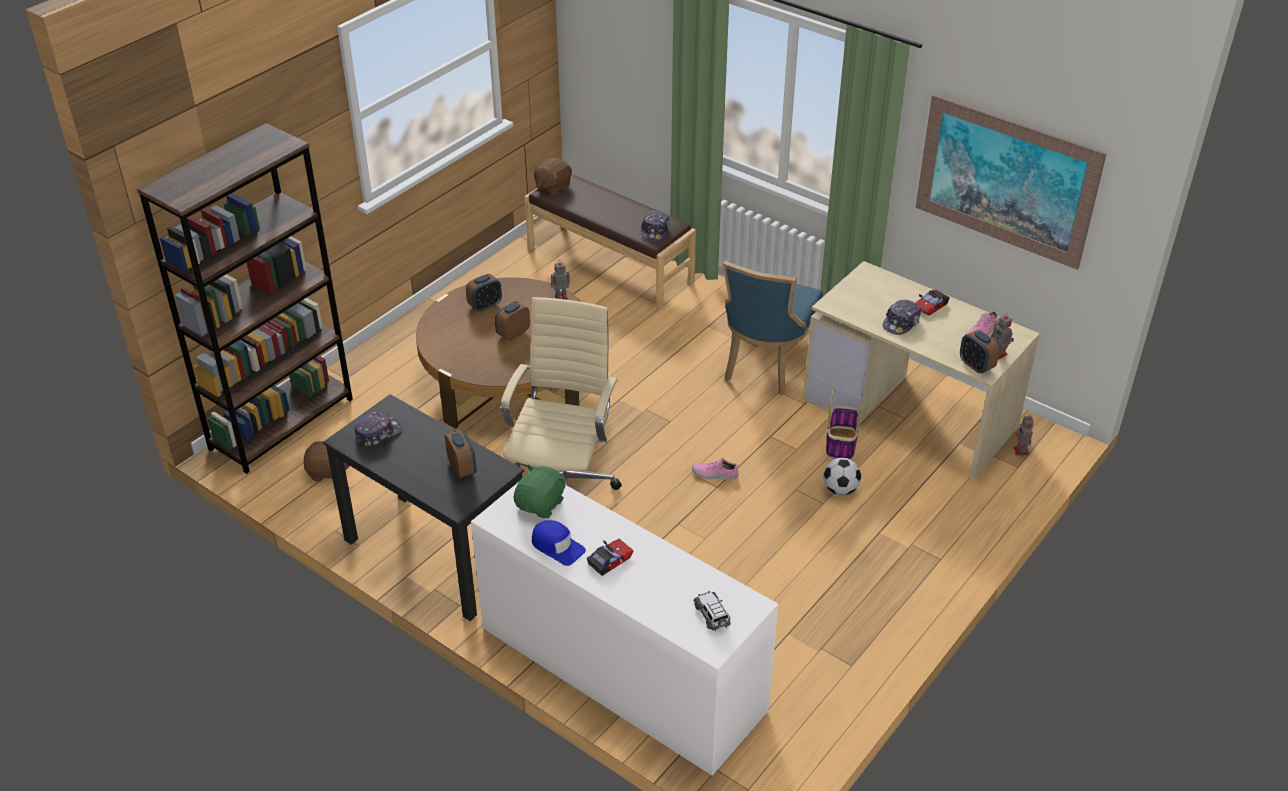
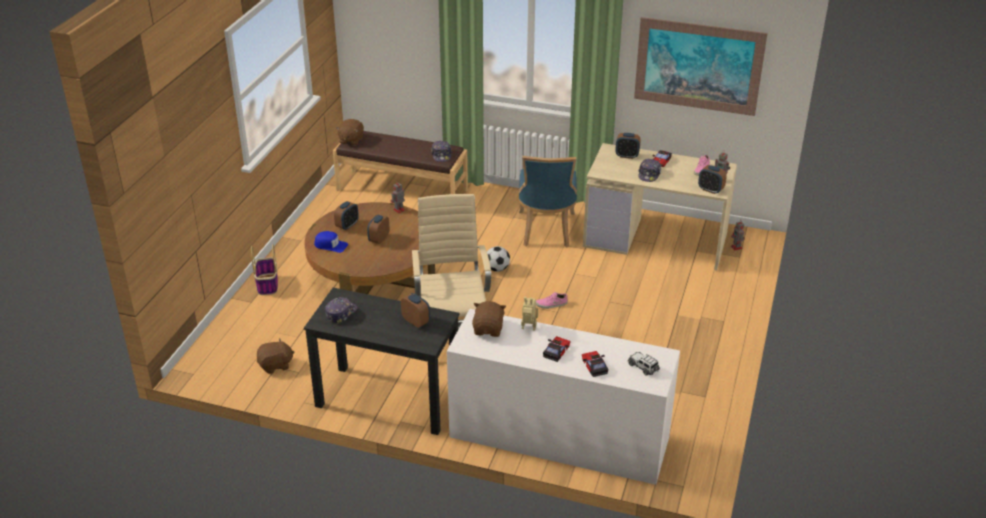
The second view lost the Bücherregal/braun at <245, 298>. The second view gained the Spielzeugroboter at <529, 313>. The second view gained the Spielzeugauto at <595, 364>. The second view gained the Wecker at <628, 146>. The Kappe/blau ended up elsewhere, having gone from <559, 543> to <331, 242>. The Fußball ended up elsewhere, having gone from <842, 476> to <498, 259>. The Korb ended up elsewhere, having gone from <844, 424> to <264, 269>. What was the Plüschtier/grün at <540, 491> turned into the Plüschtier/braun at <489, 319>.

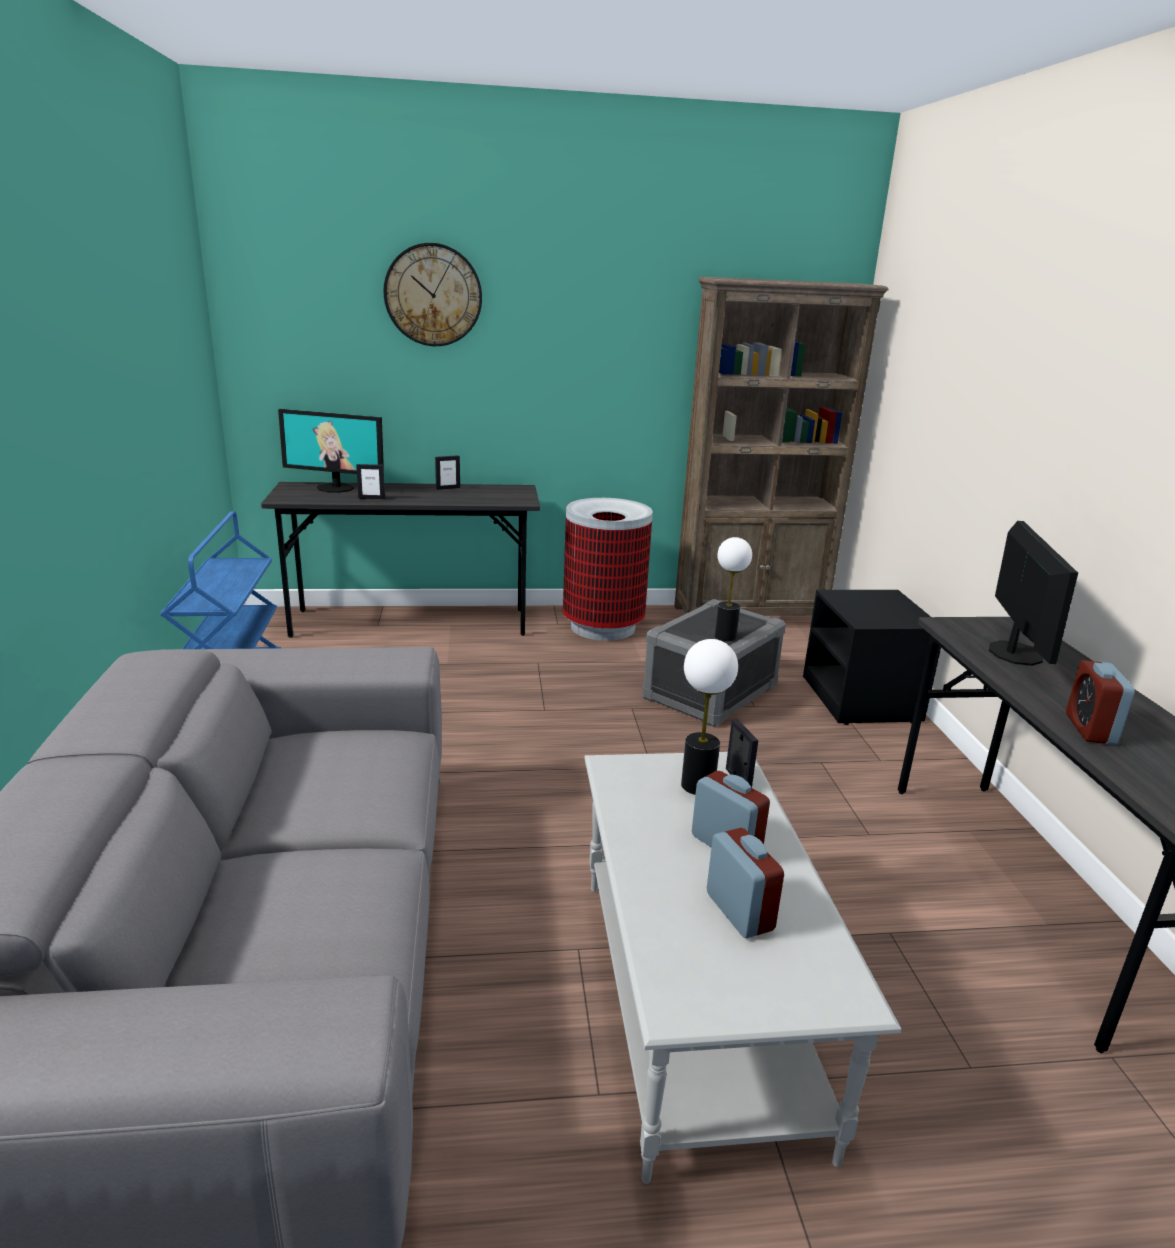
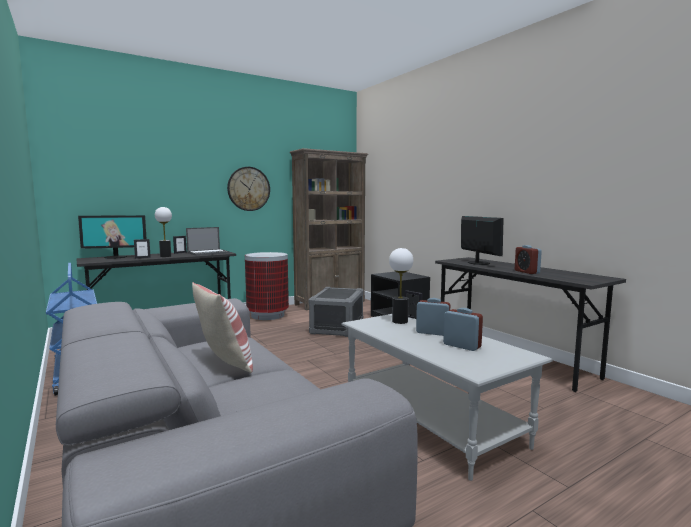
The second view gained the Laptop at <208, 241>. The second view gained the Kissen at <222, 327>. The Wanduhr ended up elsewhere, having gone from <432, 294> to <248, 189>. The Tischlampe ended up elsewhere, having gone from <733, 589> to <163, 232>.

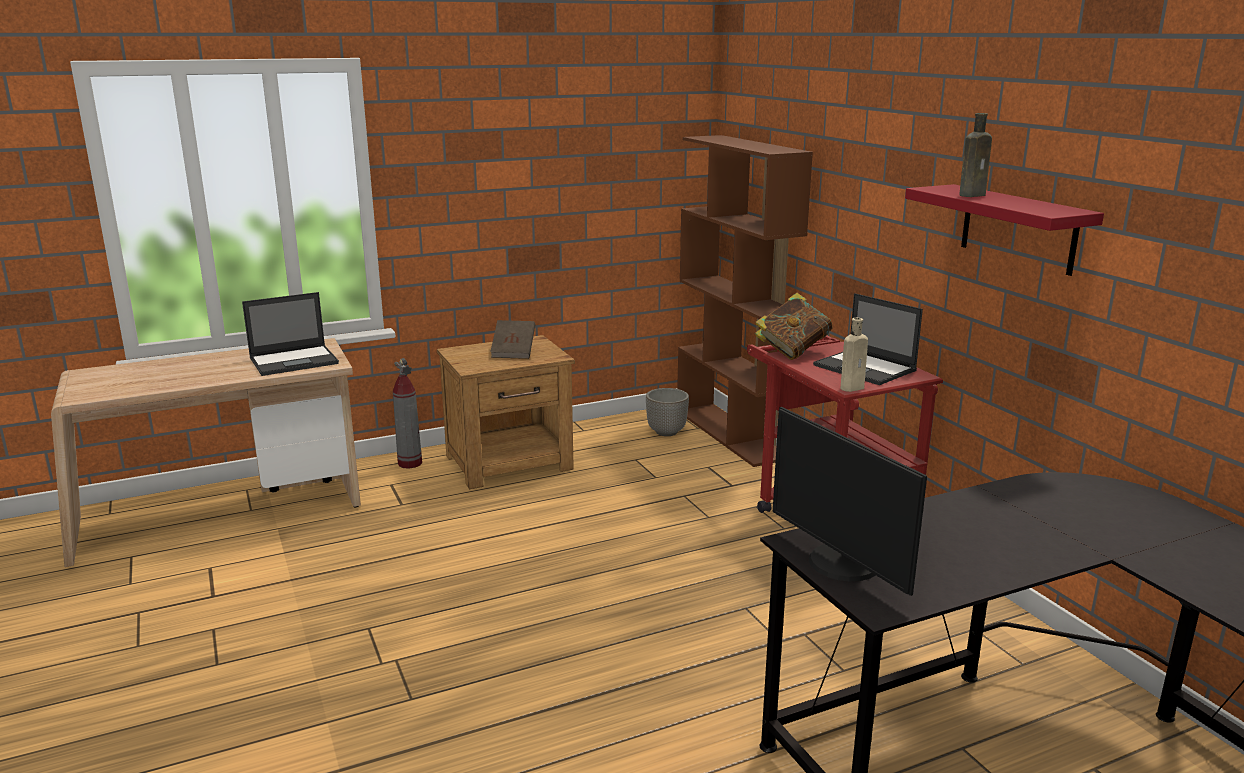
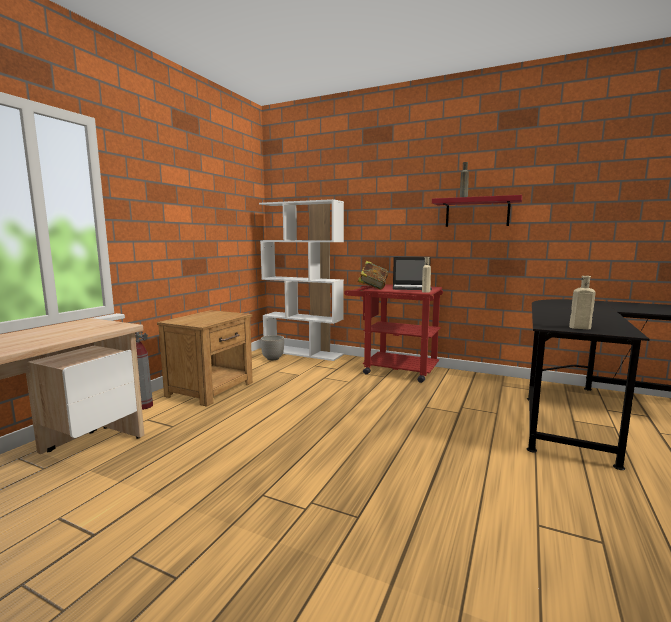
The second view lost the Laptop at <290, 334>. The second view lost the Buch/braun at <512, 339>. Where the Monitor stood at <850, 501>, the Flasche/beige came to stand at <582, 302>. What was the Bücherregal/braun at <745, 301> turned into the Bücherregal/weiß at <301, 280>.

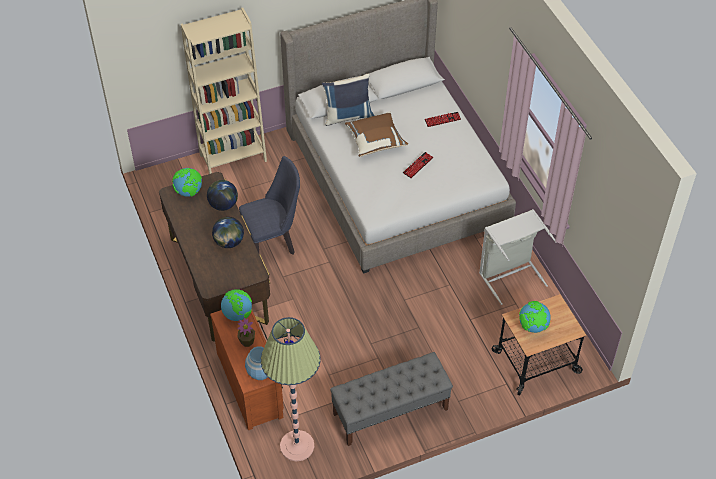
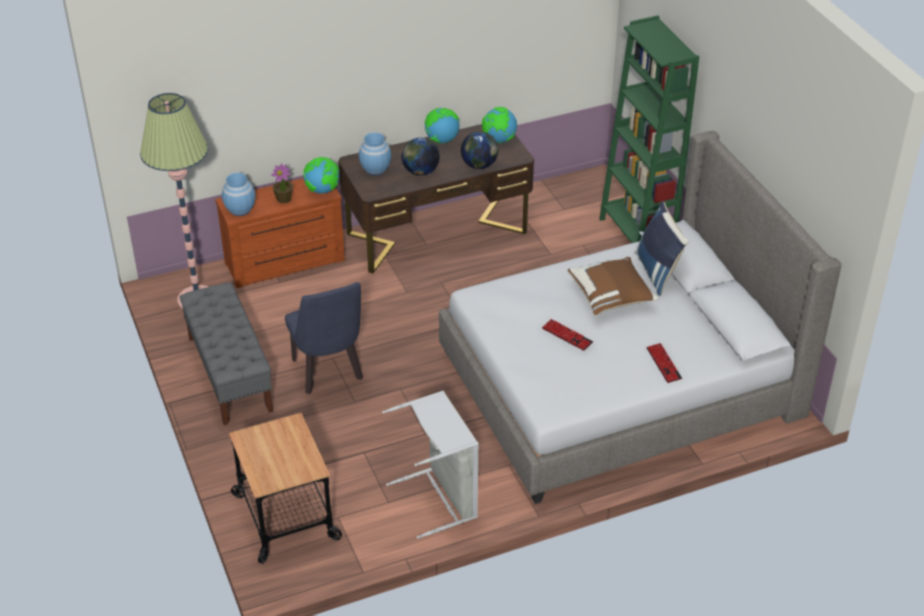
The second view gained the Vase/blau at <375, 154>. The Stuhl/blau ended up elsewhere, having gone from <269, 205> to <324, 338>. The Globus ended up elsewhere, having gone from <535, 317> to <441, 126>. What was the Bücherregal/beige at <224, 91> turned into the Bücherregal/grün at <649, 129>.

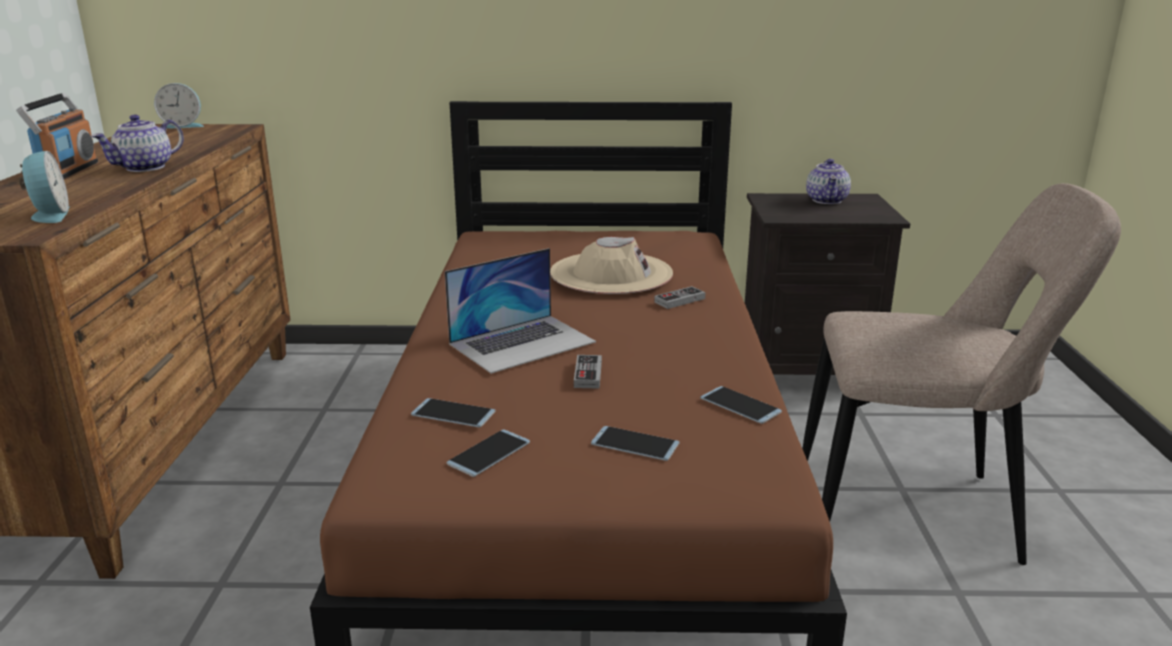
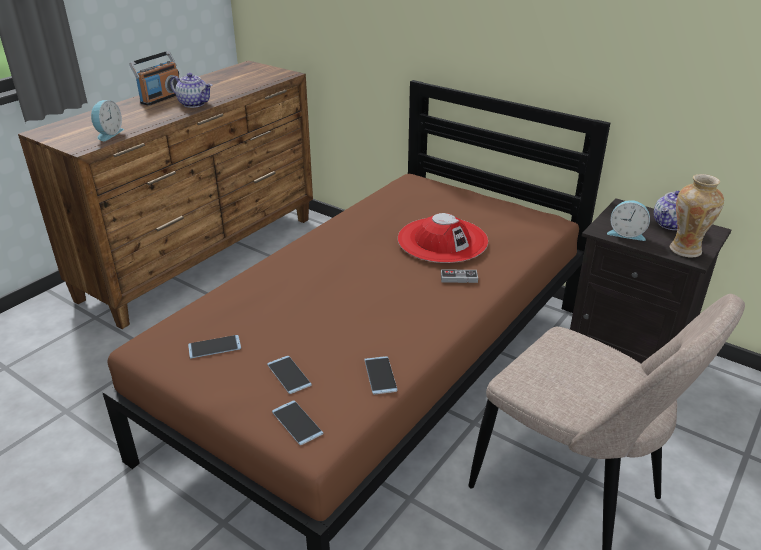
The second view lost the Laptop at <520, 311>. The second view lost the Gamepad at <588, 372>. The second view gained the Vase at <697, 215>. The Wecker ended up elsewhere, having gone from <179, 106> to <628, 220>. The Handy ended up elsewhere, having gone from <453, 412> to <298, 423>. What was the Hut/beige at <611, 265> turned into the Hut/rot at <443, 238>. The Teekanne at <137, 143> ended up facing another way, 135 degrees counterclockwise from before.

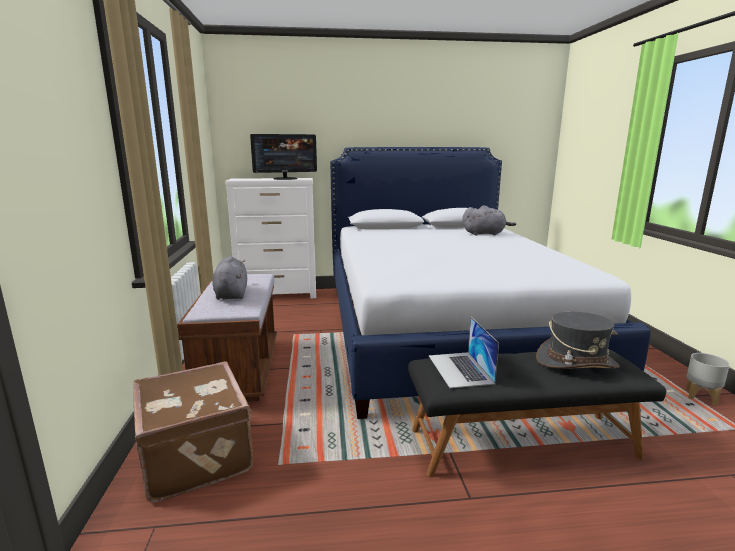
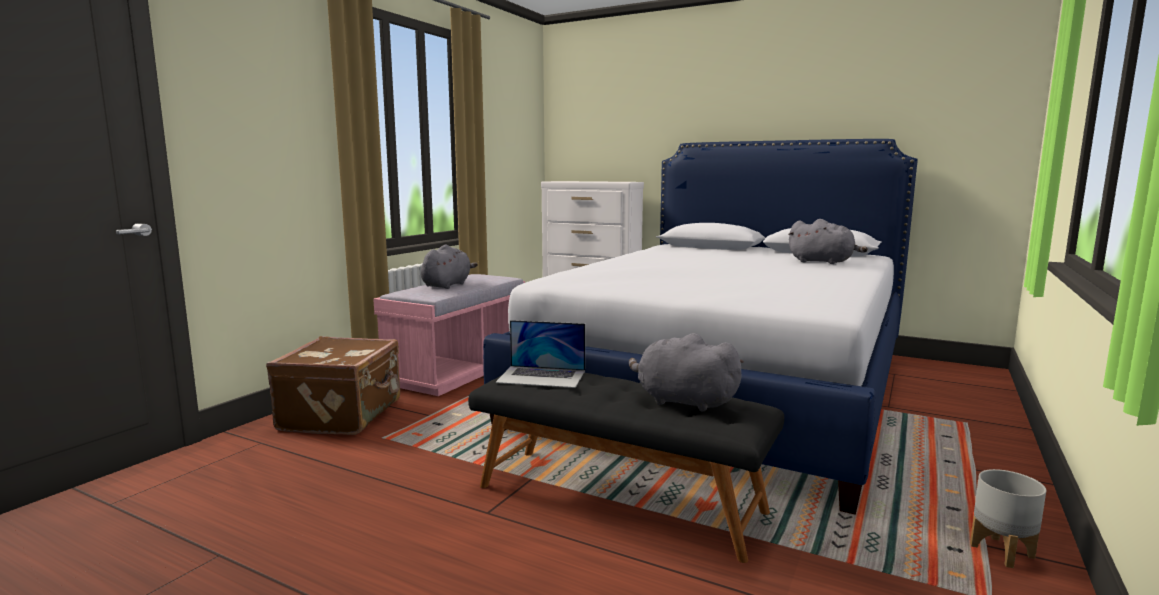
The second view lost the Monitor at <283, 157>. Where the Hut/grau stood at <578, 340>, the Plüschtier/grau came to stand at <686, 372>. What was the Bank/braun at <227, 338> turned into the Bank/rosa at <449, 335>. The Laptop at <464, 352> ended up facing another way, 105 degrees counterclockwise from before.

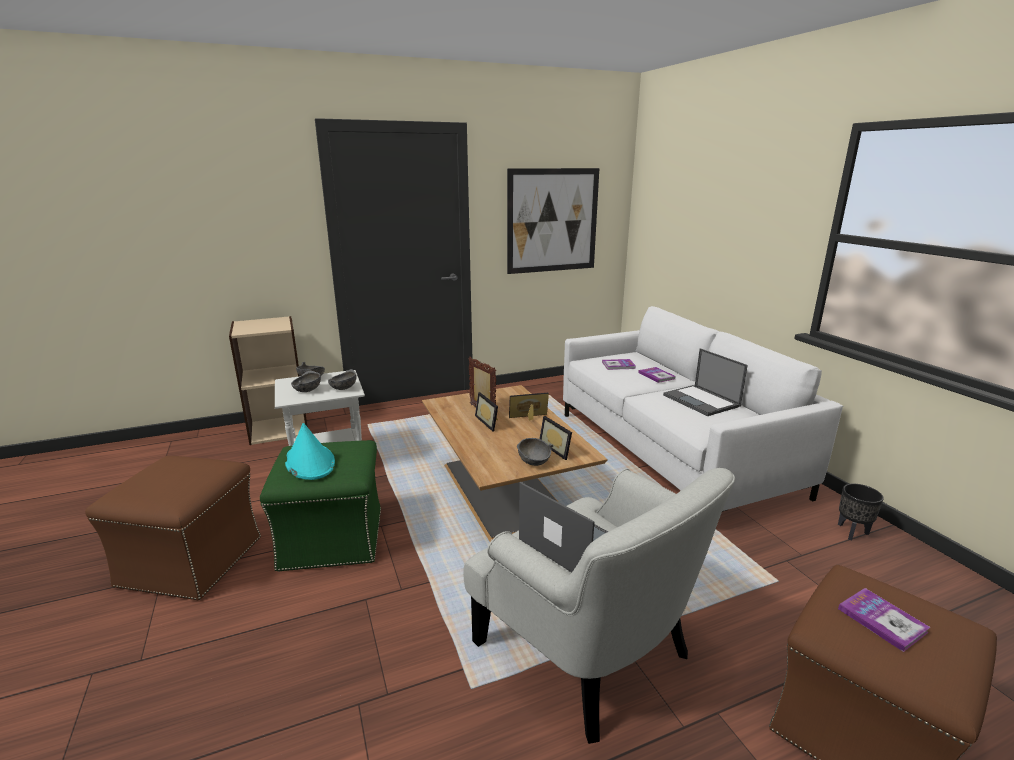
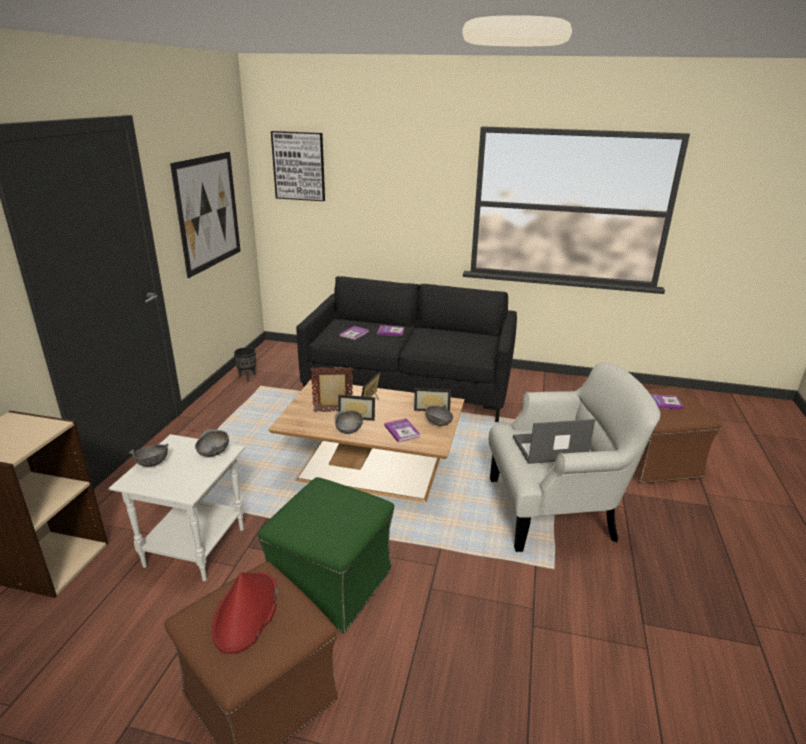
The second view lost the Hut/türkis at <310, 451>. The second view lost the Laptop at <705, 382>. The second view gained the Hut/rot at <245, 613>. The second view gained the Bild at <298, 166>. The second view gained the Buch at <402, 430>. The Schüssel/grau ended up elsewhere, having gone from <306, 381> to <349, 422>. The Pflanzkübel/schwarz ended up elsewhere, having gone from <861, 512> to <245, 364>. What was the Sofa/weiß at <703, 409> turned into the Sofa/schwarz at <406, 349>.

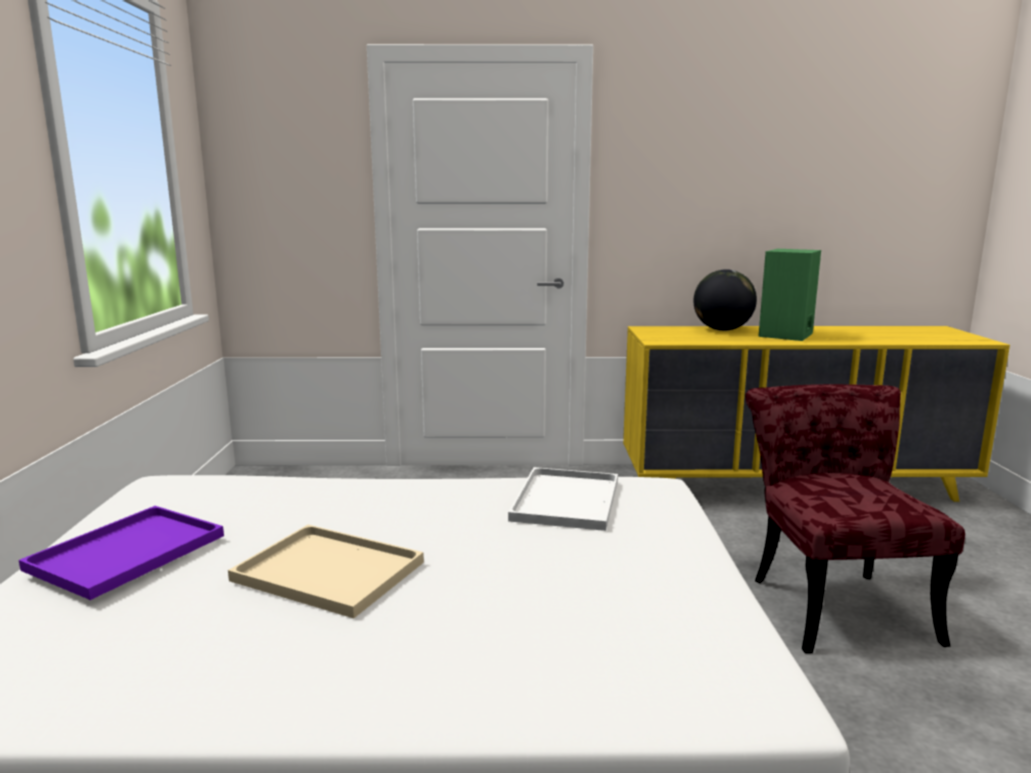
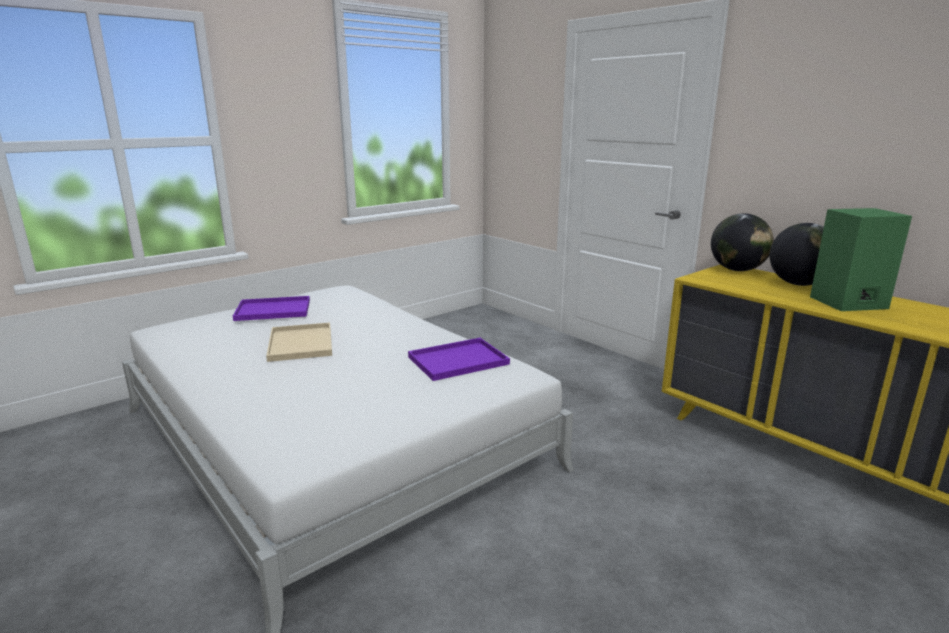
The second view lost the Stuhl/rot at <855, 518>. The second view gained the Globus at <742, 242>. What was the Tablett/weiß at <563, 499> turned into the Tablett/lila at <459, 359>.

